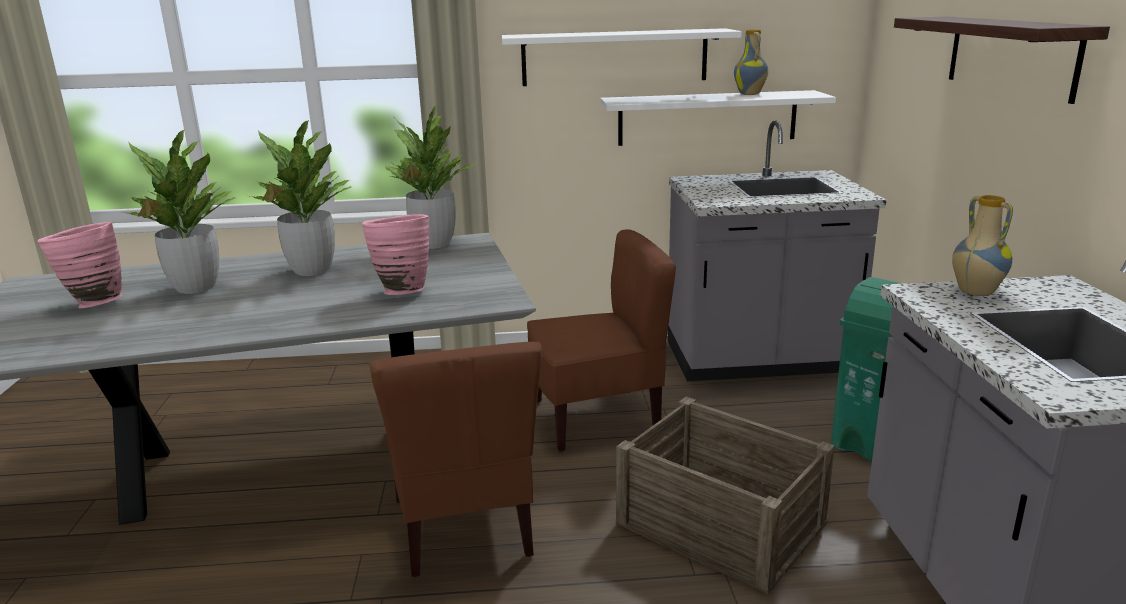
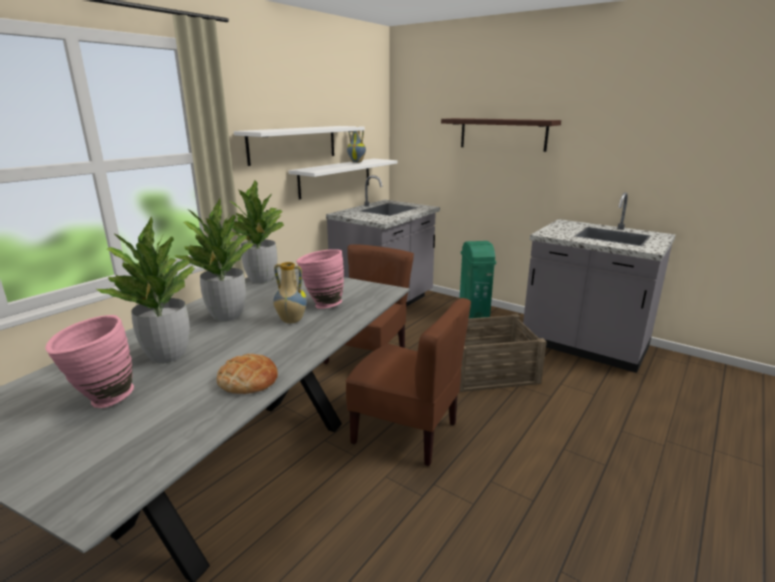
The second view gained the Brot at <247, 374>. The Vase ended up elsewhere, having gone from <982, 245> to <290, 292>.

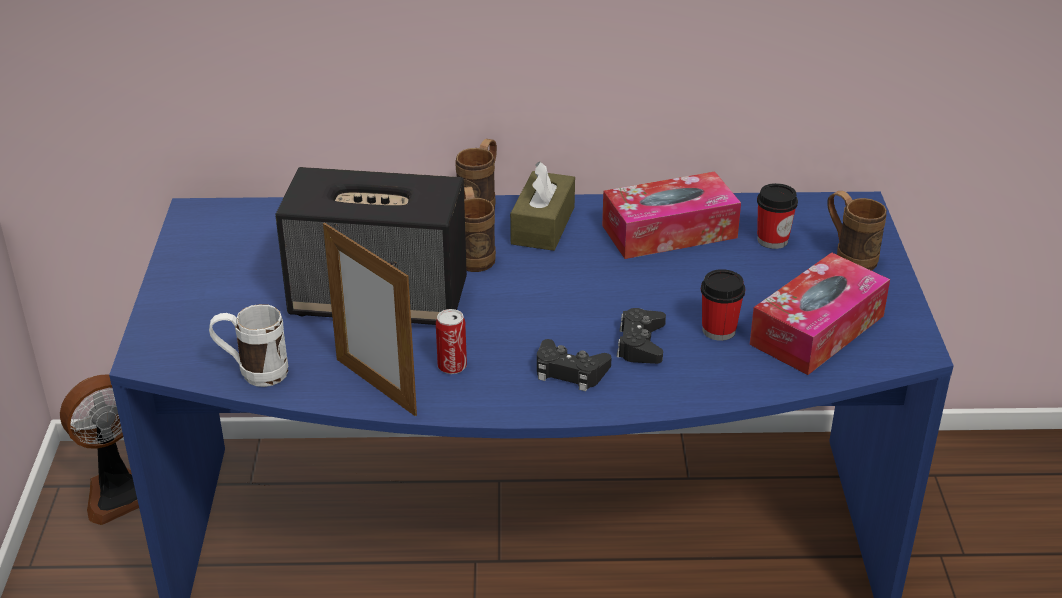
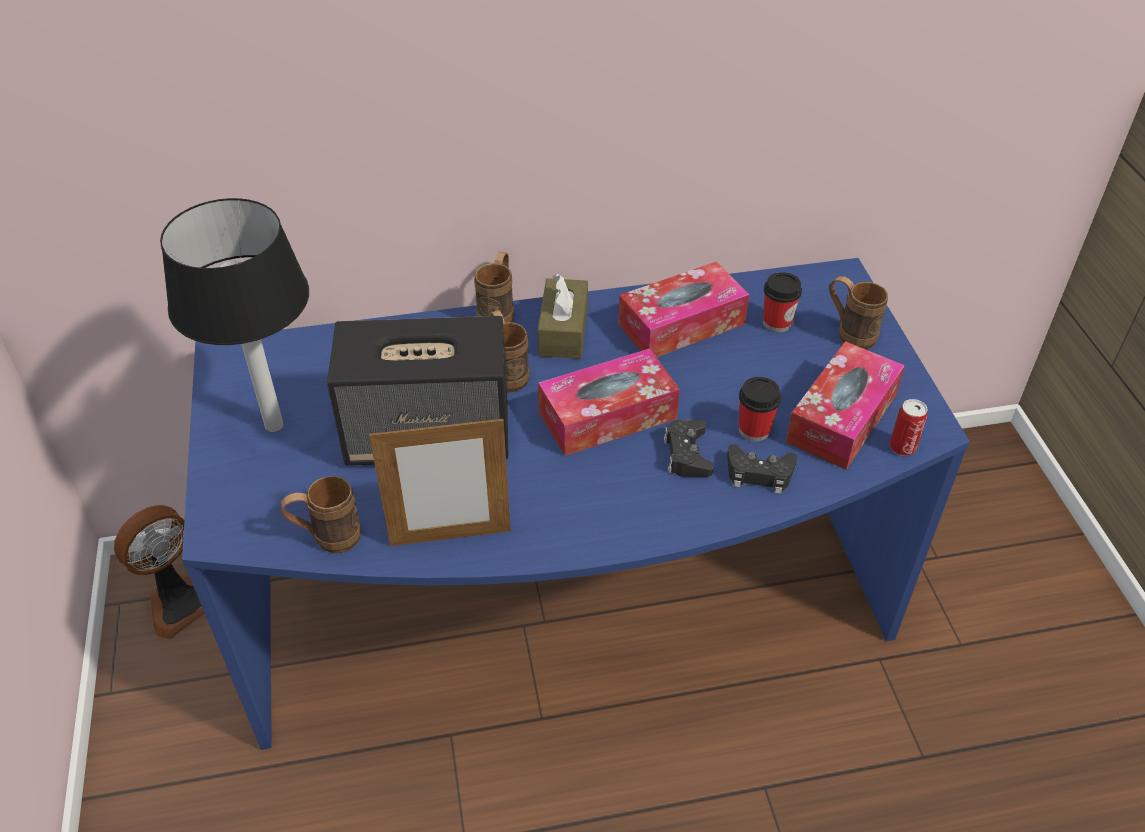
The second view gained the Tischlampe at <234, 315>. The second view gained the Taschentuchbox at <609, 402>. The Dose ended up elsewhere, having gone from <451, 341> to <909, 427>. The Gamepad/schwarz ended up elsewhere, having gone from <574, 365> to <762, 469>. What was the Henkelbecher/weiß at <248, 345> turned into the Henkelbecher/braun at <320, 514>. The Bilderrahmen at <370, 319> ended up facing another way, 45 degrees counterclockwise from before.

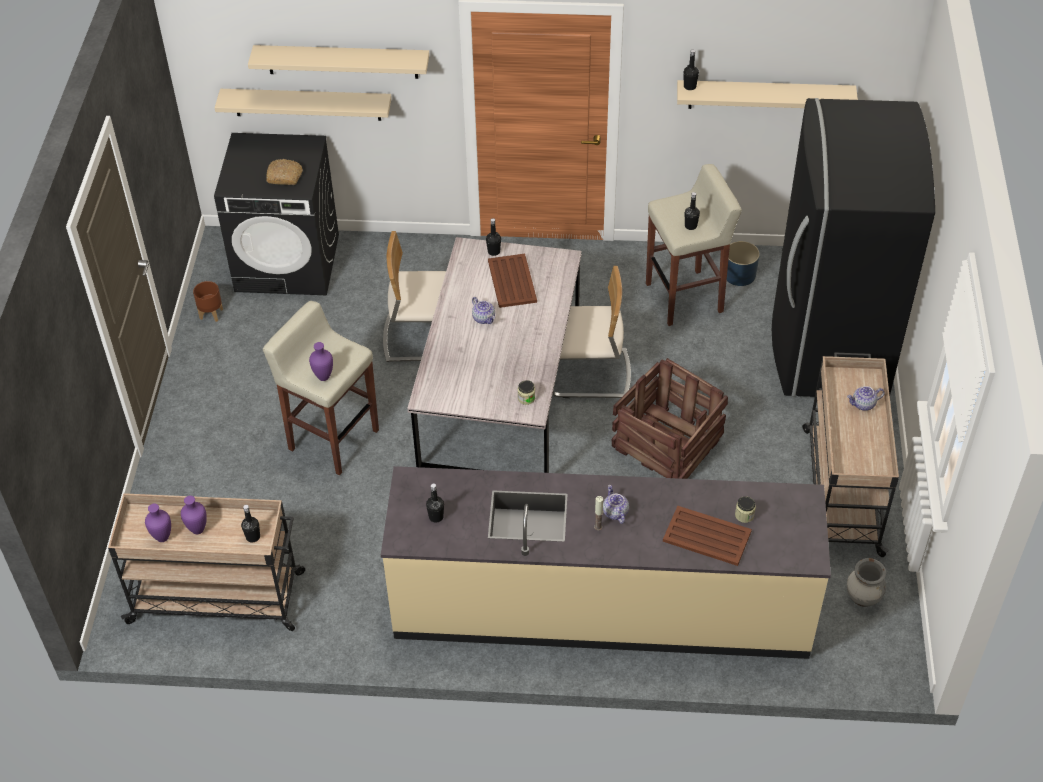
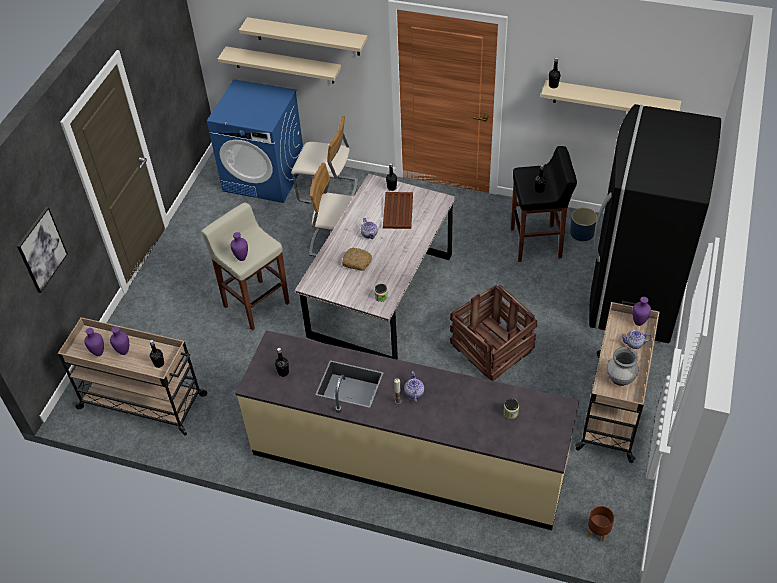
The second view lost the Tablett/braun at <707, 536>. The second view gained the Bild at <42, 250>. The second view gained the Vase/lila at <641, 311>. The Pflanzkübel/braun ended up elsewhere, having gone from <208, 301> to <601, 524>. The Brot ended up elsewhere, having gone from <284, 172> to <357, 259>. The Stuhl/beige ended up elsewhere, having gone from <591, 332> to <324, 160>. The Vase/grau ended up elsewhere, having gone from <866, 582> to <623, 366>. What was the Waschmaschine/schwarz at <276, 214> turned into the Waschmaschine/blau at <255, 141>. What was the Hocker/beige at <694, 245> turned into the Hocker/schwarz at <544, 204>.

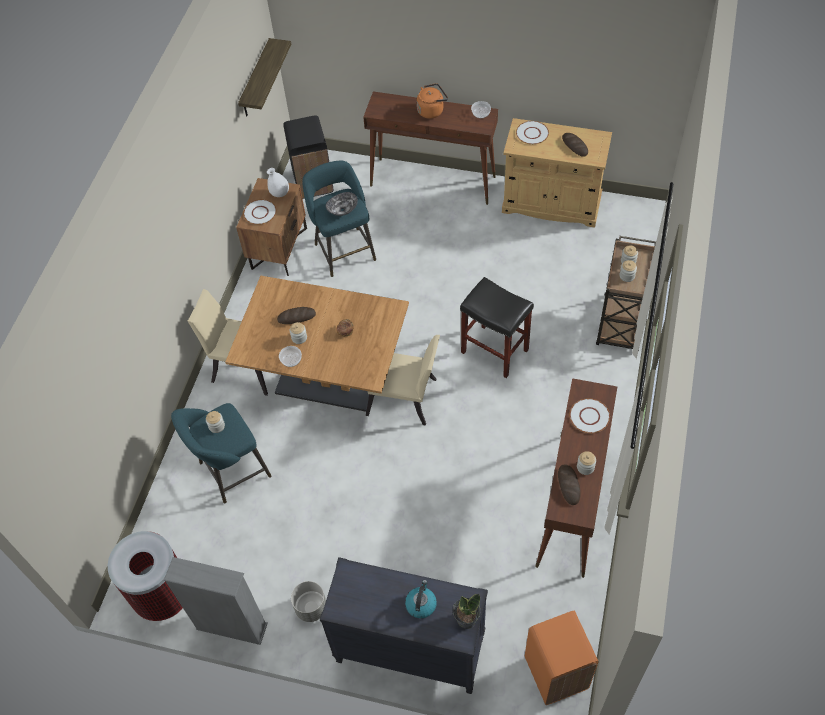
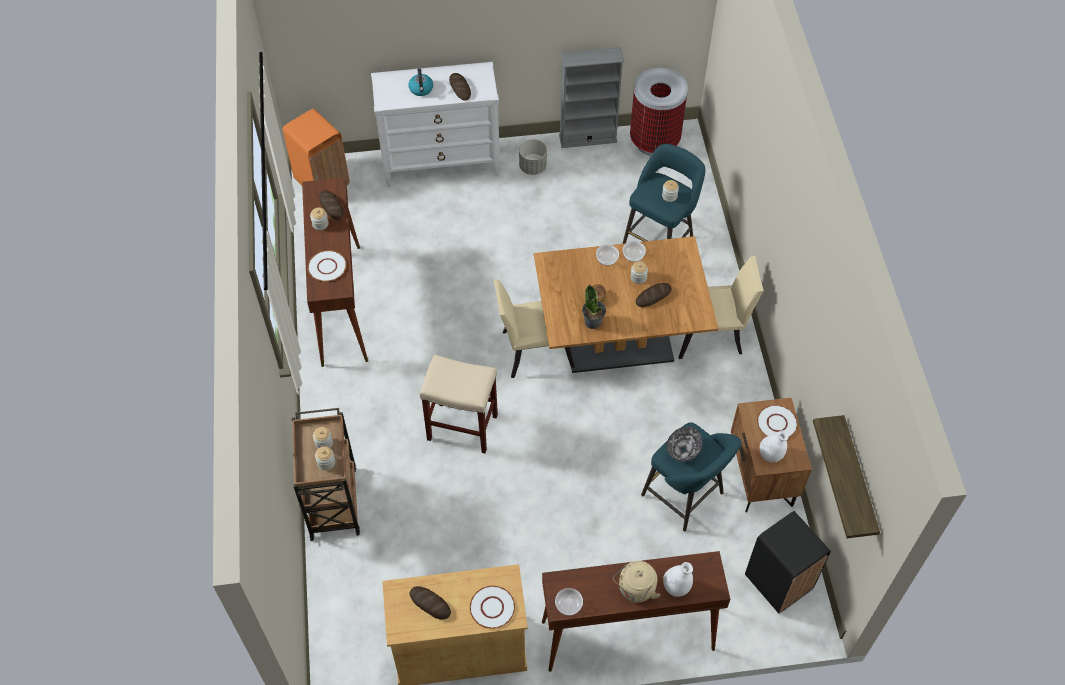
The second view gained the Brot at <460, 87>. The second view gained the Schüssel at <607, 255>. The second view gained the Vase/weiß at <678, 579>. The Topfpflanze ended up elsewhere, having gone from <466, 611> to <594, 307>. What was the Kommode/schwarz at <404, 625> turned into the Kommode/weiß at <436, 124>. What was the Wasserkessel/orange at <432, 101> turned into the Wasserkessel/beige at <636, 582>. What was the Hocker/schwarz at <497, 327> turned into the Hocker/beige at <459, 403>.

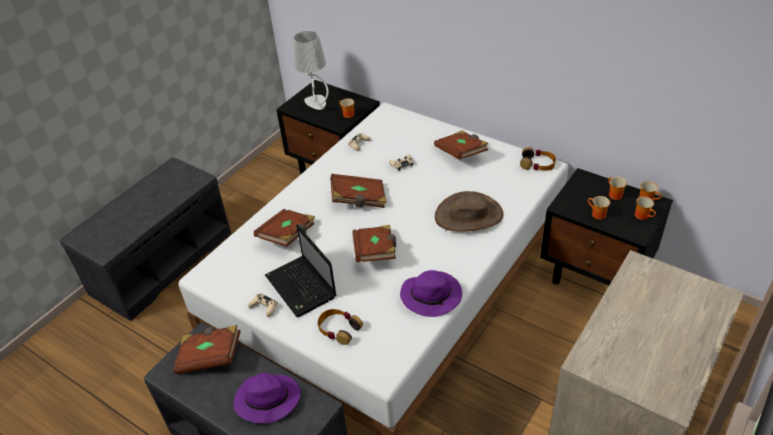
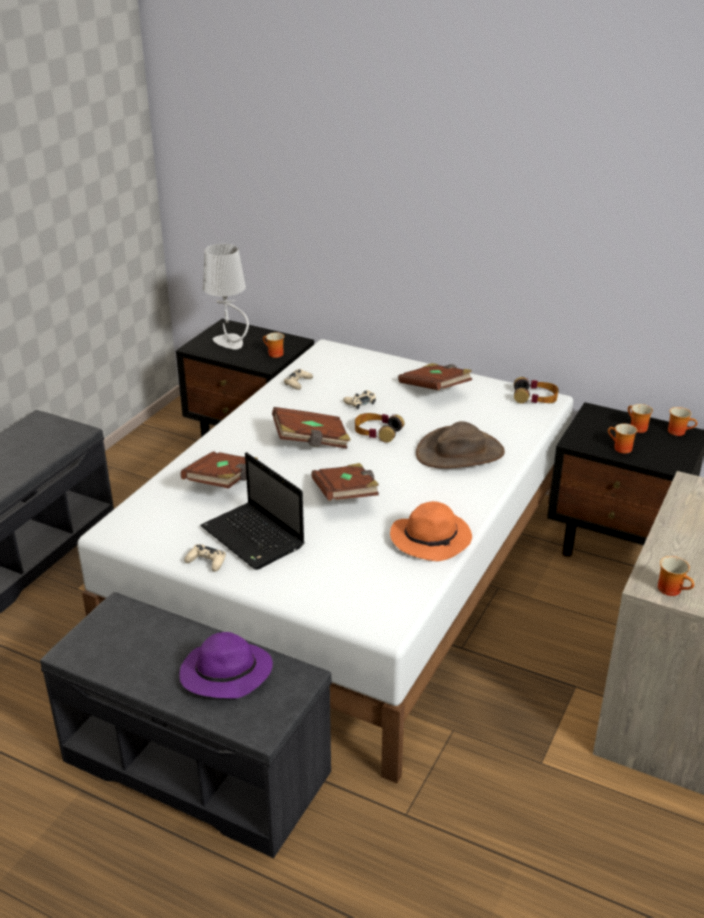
The second view lost the Buch/braun at <207, 349>. The Kopfhörer ended up elsewhere, having gone from <340, 327> to <379, 427>. The Henkelbecher ended up elsewhere, having gone from <645, 208> to <676, 576>. What was the Hut/lila at <431, 293> turned into the Hut/orange at <431, 531>.

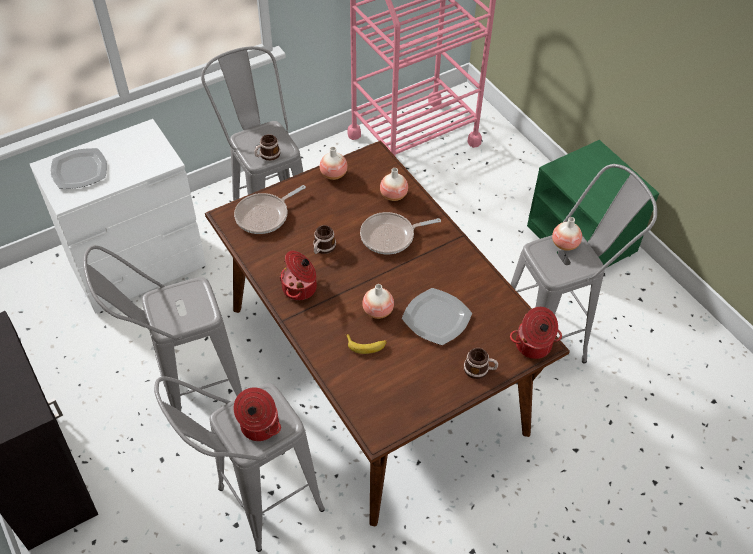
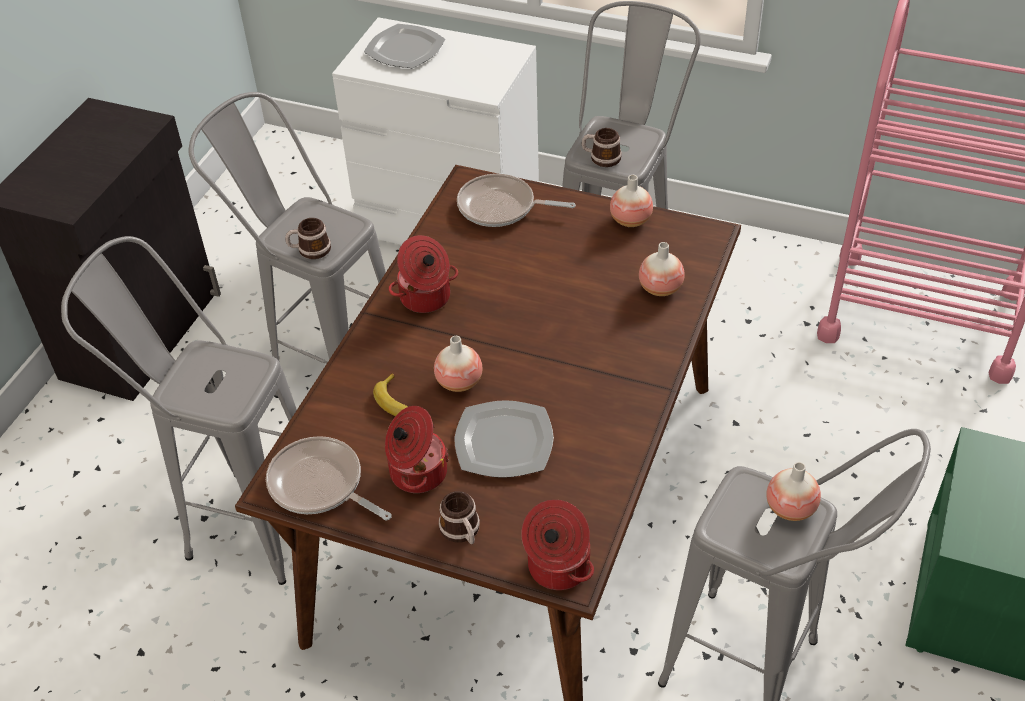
The Kochtopf ended up elsewhere, having gone from <257, 414> to <417, 449>. The Henkelbecher ended up elsewhere, having gone from <324, 239> to <308, 238>. The Pfanne ended up elsewhere, having gone from <400, 233> to <329, 478>.

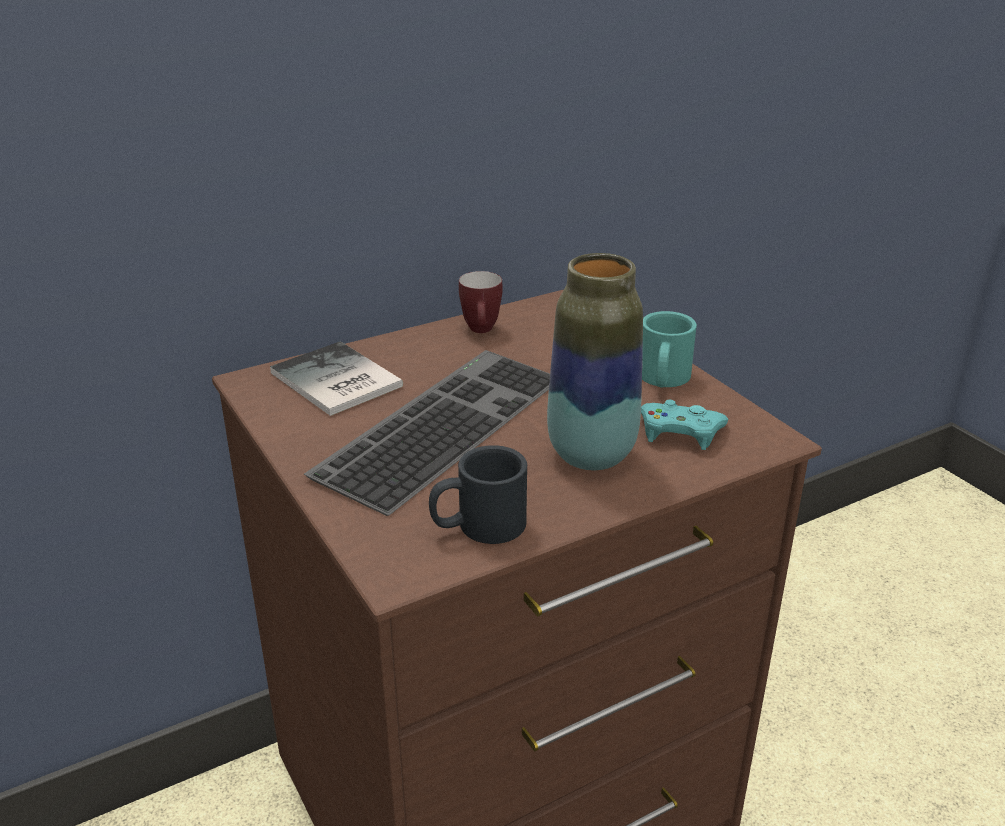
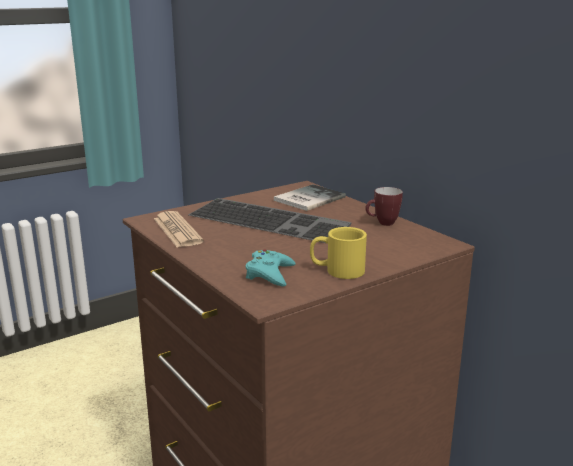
The second view lost the Vase at <595, 361>. Where the Henkelbecher/schwarz stood at <478, 494>, the Zeitung came to stand at <179, 229>. What was the Henkelbecher/türkis at <669, 349> turned into the Henkelbecher/gelb at <338, 253>.

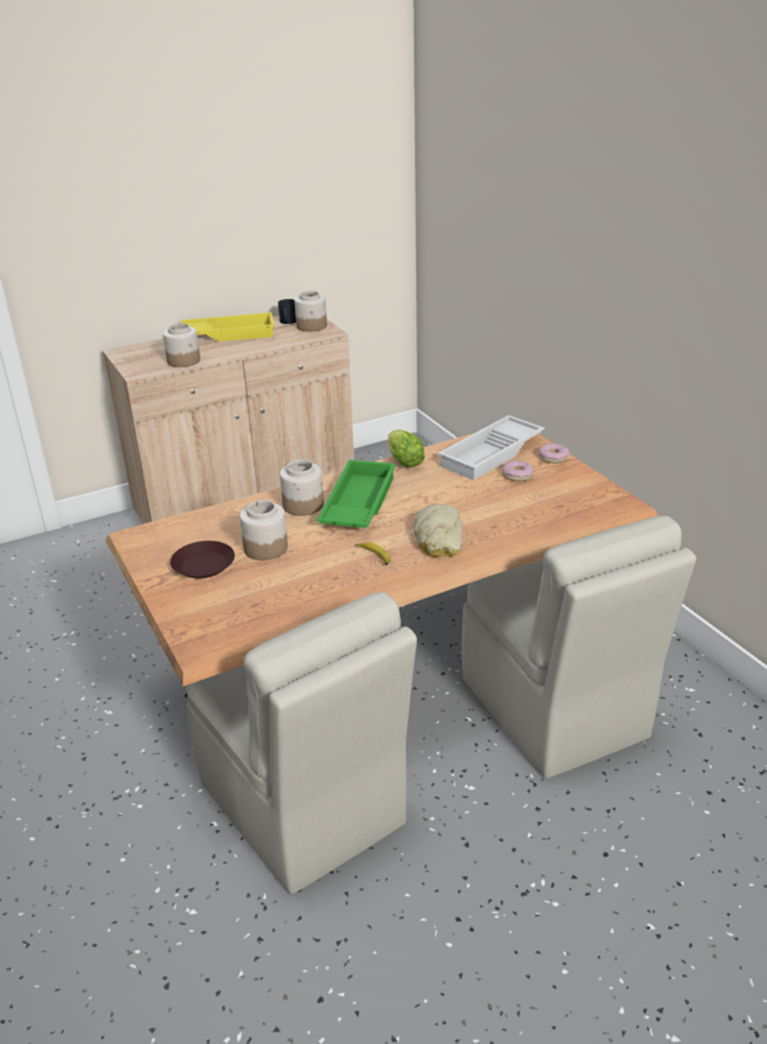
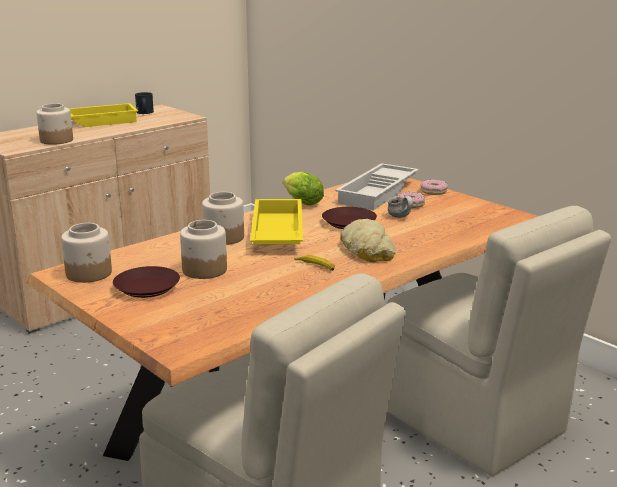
The second view gained the Teller/braun at <349, 218>. The second view gained the Henkelbecher at <400, 207>. The Vorratsglas ended up elsewhere, having gone from <310, 311> to <86, 253>. What was the Tablett/grün at <356, 494> turned into the Tablett/gelb at <276, 222>.

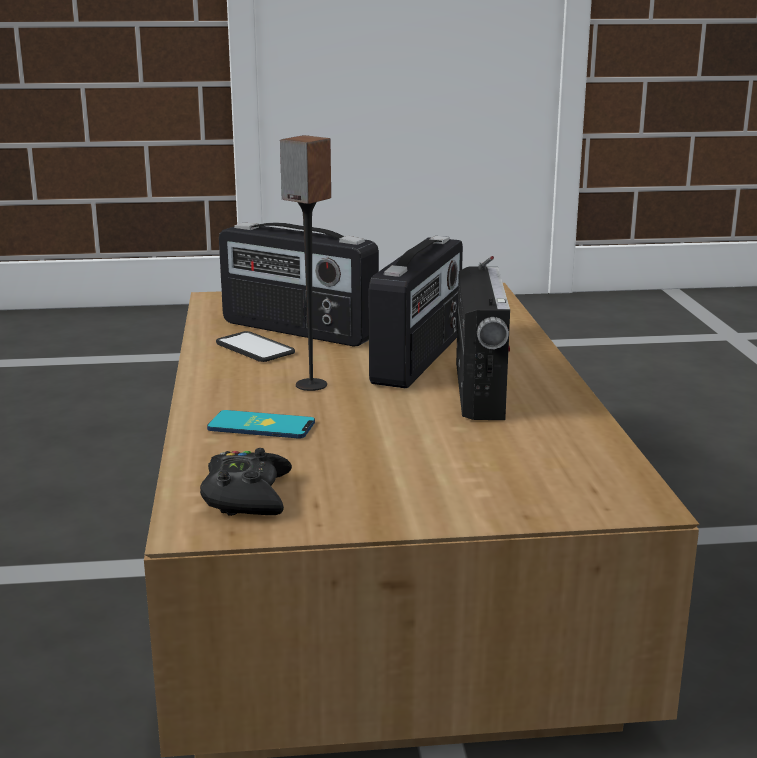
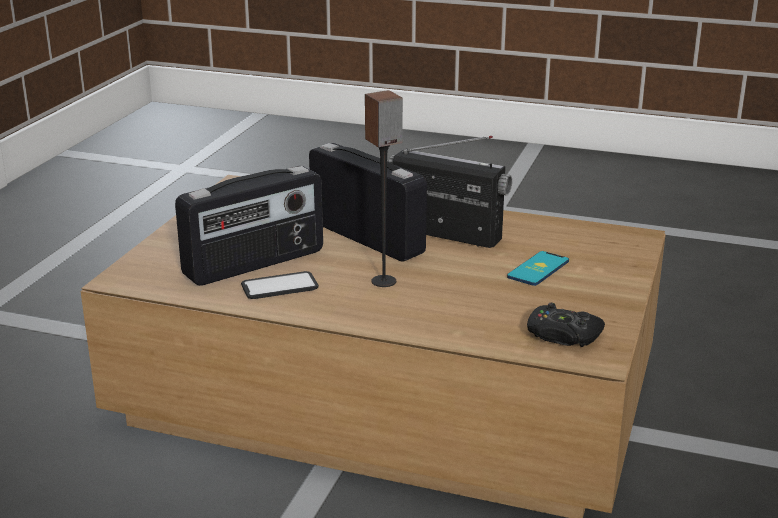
The Handy ended up elsewhere, having gone from <261, 424> to <538, 268>.

